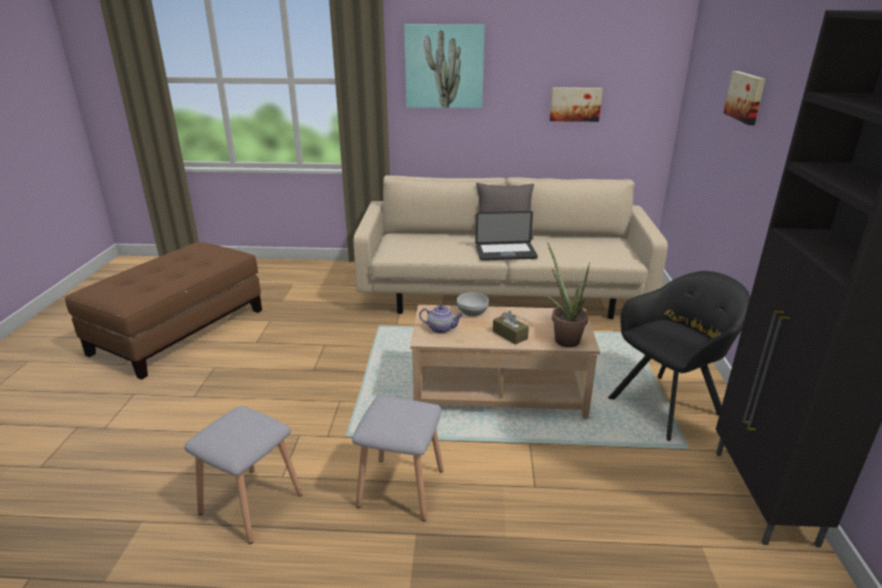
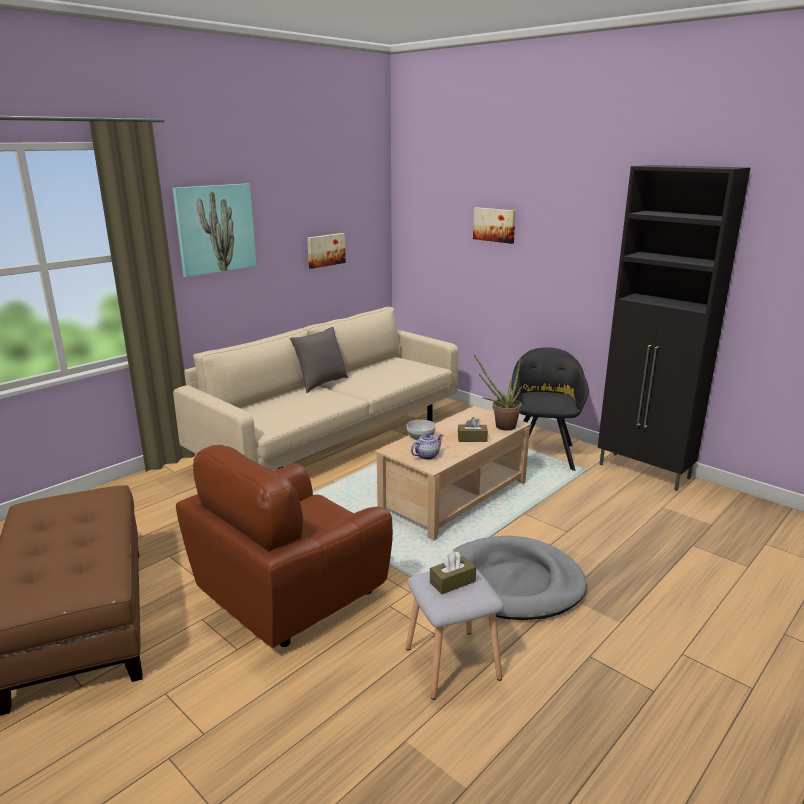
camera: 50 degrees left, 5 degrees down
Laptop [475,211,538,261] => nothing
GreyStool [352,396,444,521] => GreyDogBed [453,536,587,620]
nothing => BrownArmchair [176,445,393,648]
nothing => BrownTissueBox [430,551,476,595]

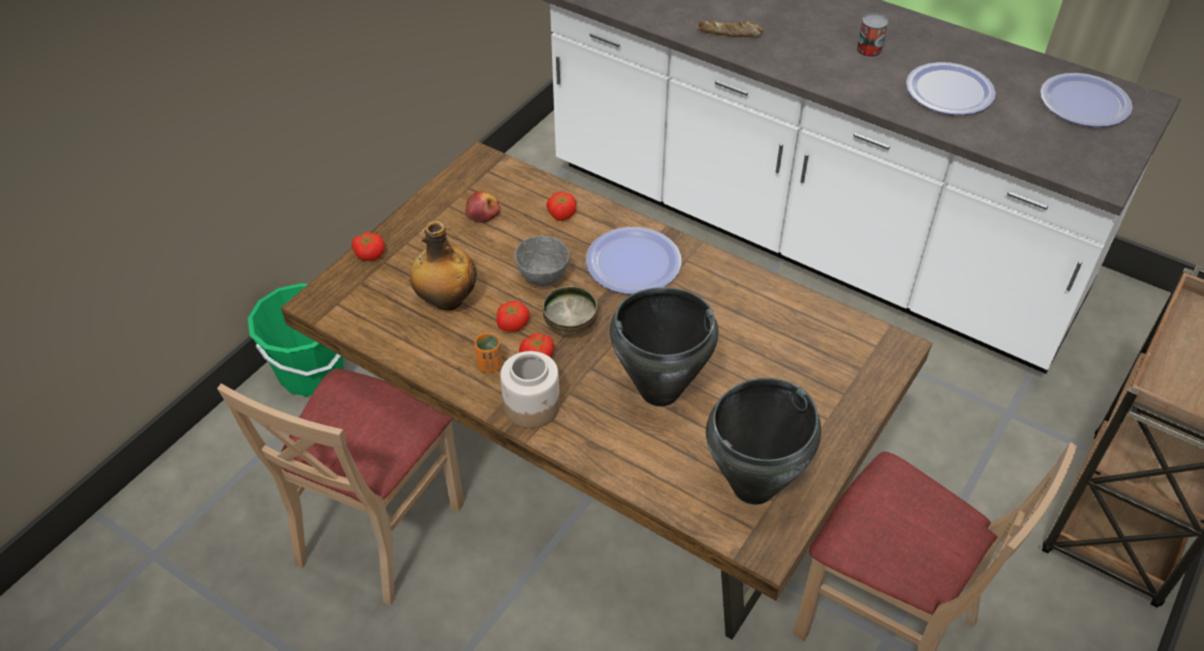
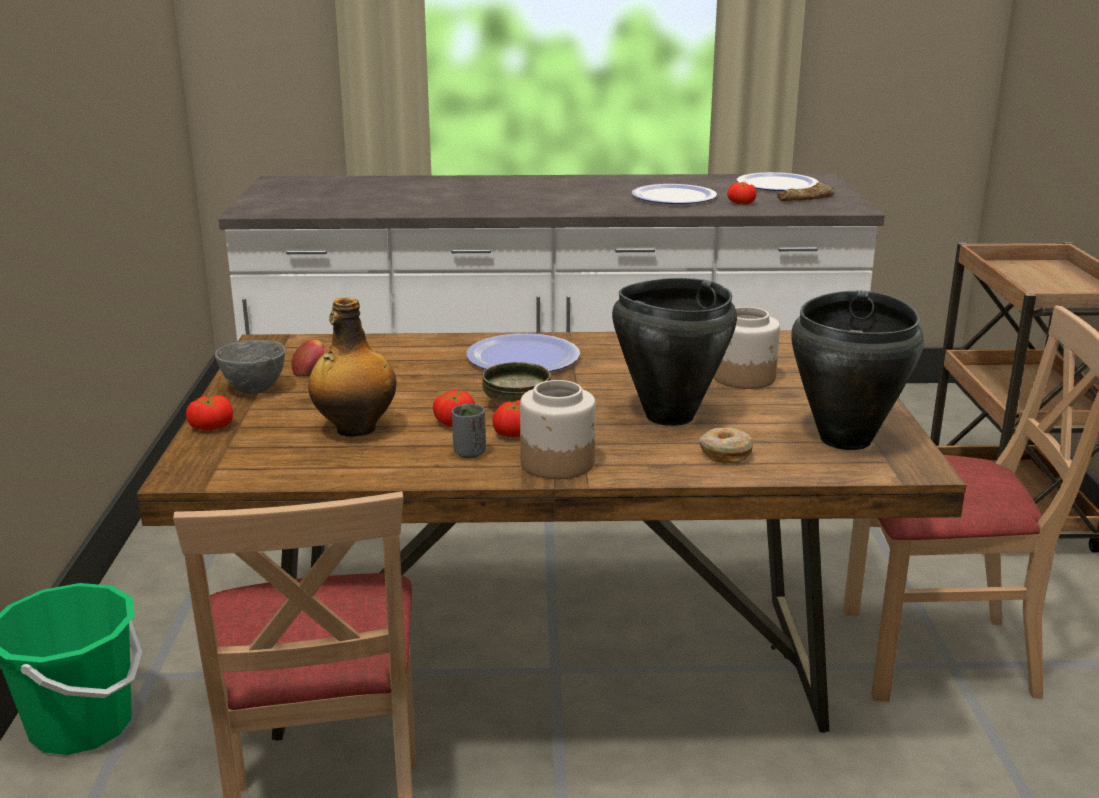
camera: 35 degrees left, 25 degrees down
Can [857,14,888,58] => nothing
Bread [698,21,764,38] => Bread [777,182,834,201], moved
Tomato [546,191,576,221] => Tomato [727,182,756,205], moved
GreyBowl [514,235,569,286] => GreyBowl [215,340,285,394], moved
OrangeCup [475,333,502,373] => GreyCup [452,404,486,458]
nothing => Jar [714,307,780,389]
nothing => Donut [699,428,754,463]

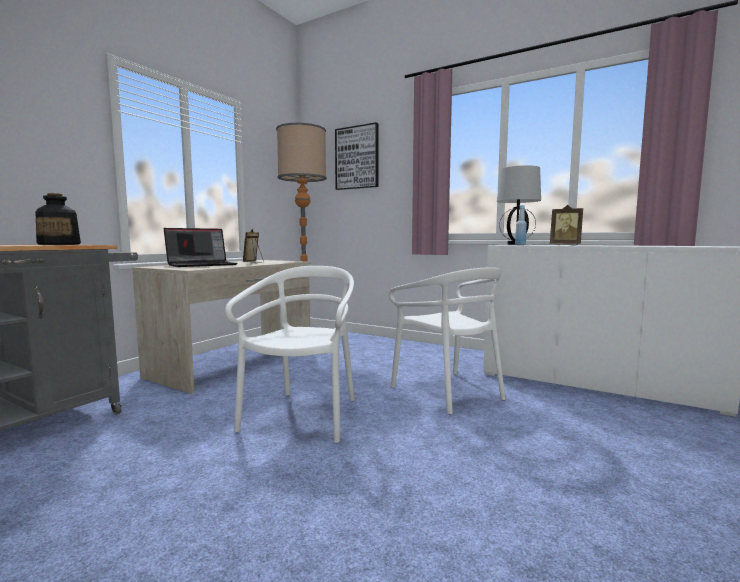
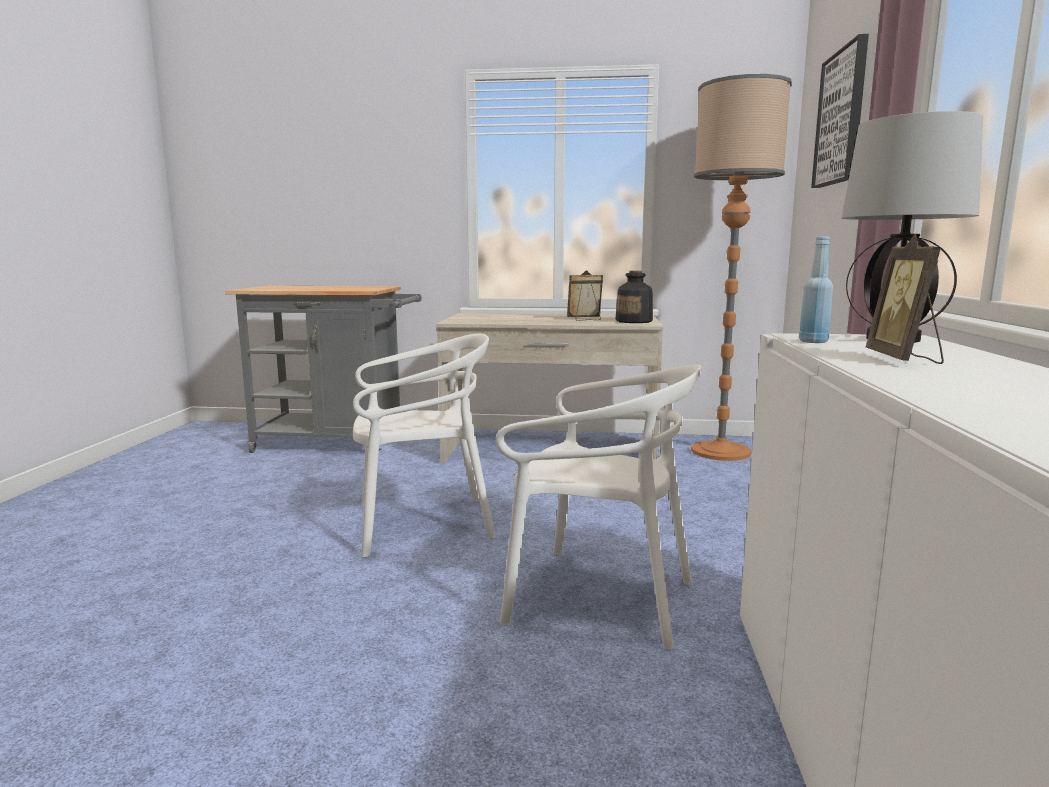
camera: 65 degrees right, 5 degrees up
Bottle [35,193,81,245] => Bottle [615,271,653,323], moved
Laptop [164,228,237,267] => nothing
WhiteChair [389,267,506,414] => WhiteChair [496,364,702,650], 105 degrees counterclockwise

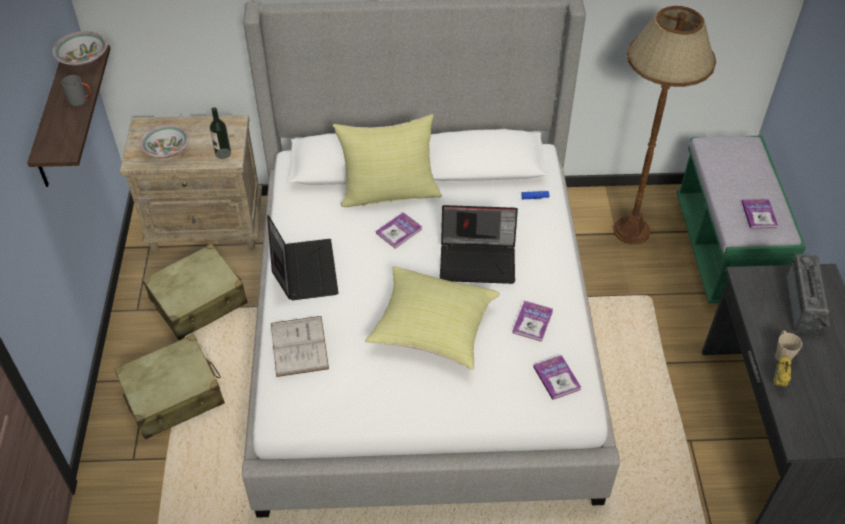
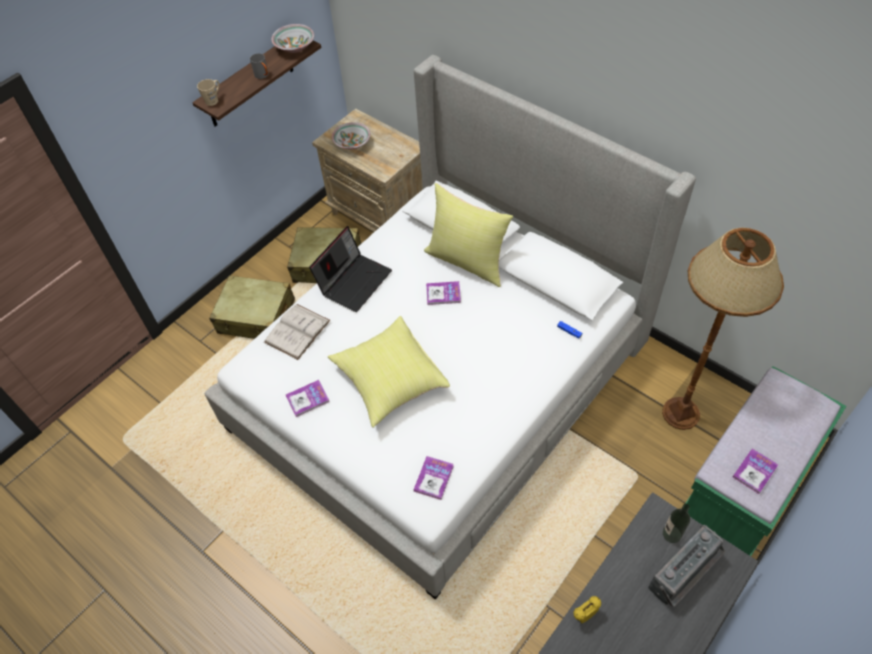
camera: 45 degrees right, 5 degrees up
Bottle [210,107,231,159] => Bottle [663,504,690,543], moved
Laptop [440,205,518,284] => nothing
Book [512,301,553,342] => Book [286,380,330,417], moved
BeigeMug [775,331,802,364] => BeigeMug [197,79,219,106], moved

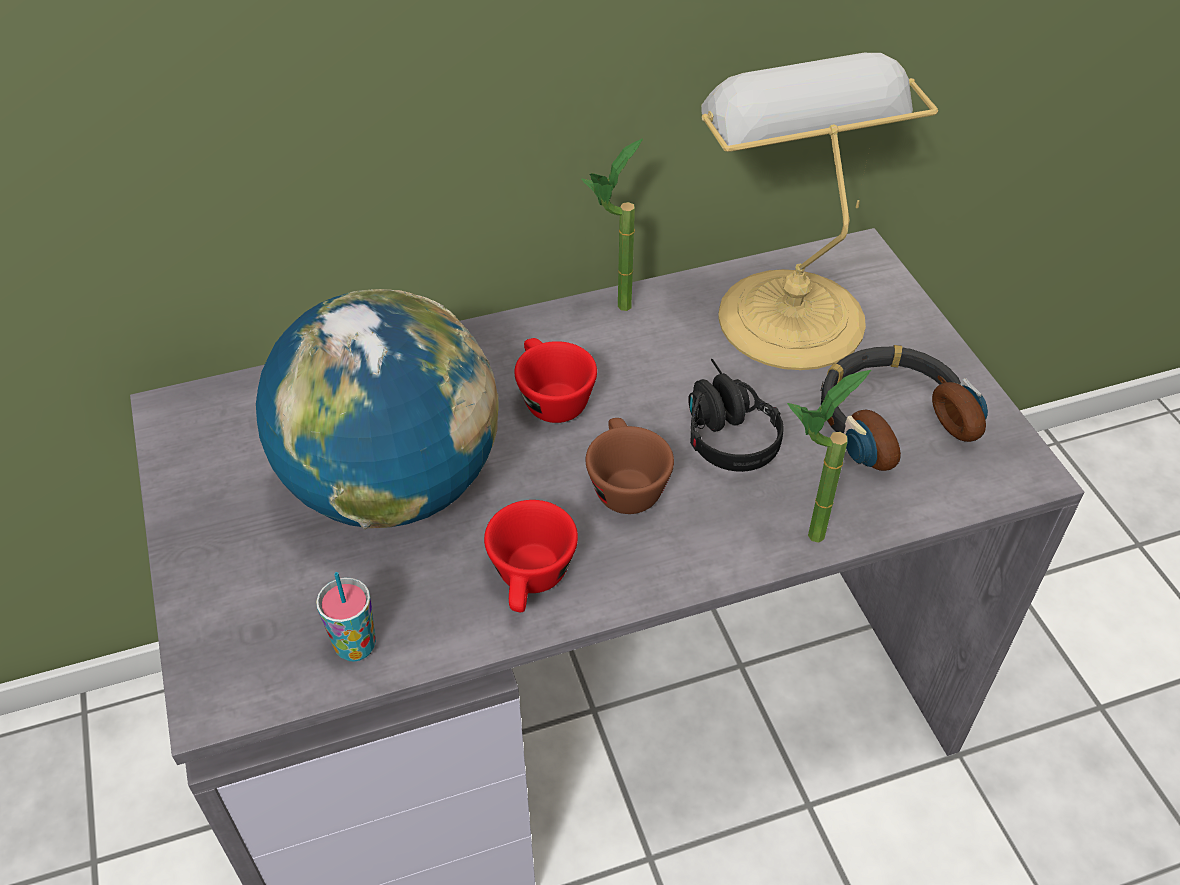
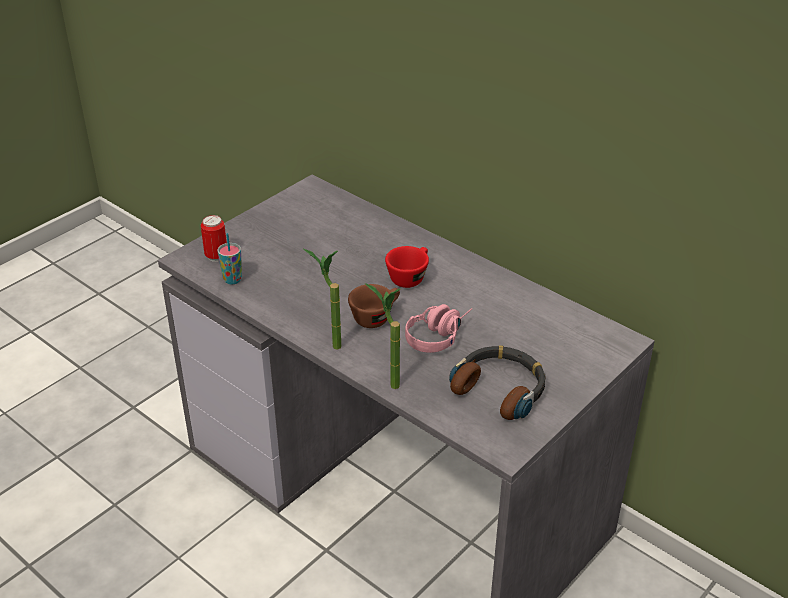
camera: 60 degrees right, 10 degrees down
TableLamp [701,53,938,370] => nothing
PottedPlant [581,138,643,311] => PottedPlant [304,249,341,350], moved
Globe [256,289,499,530] => nothing
BlackHeadphones [688,359,784,472] => PinkHeadphones [405,304,472,353]
RedCup [484,500,578,612] => nothing
nothing => Can [201,215,227,262]

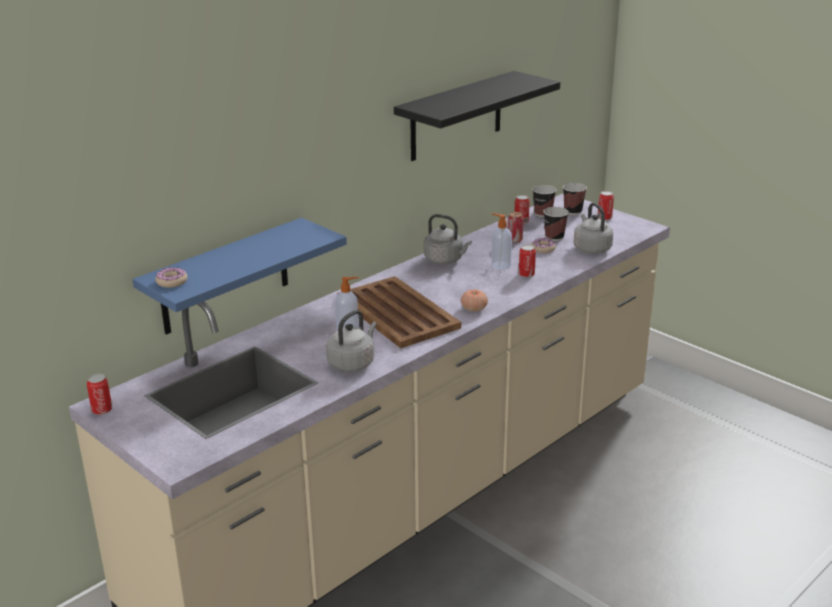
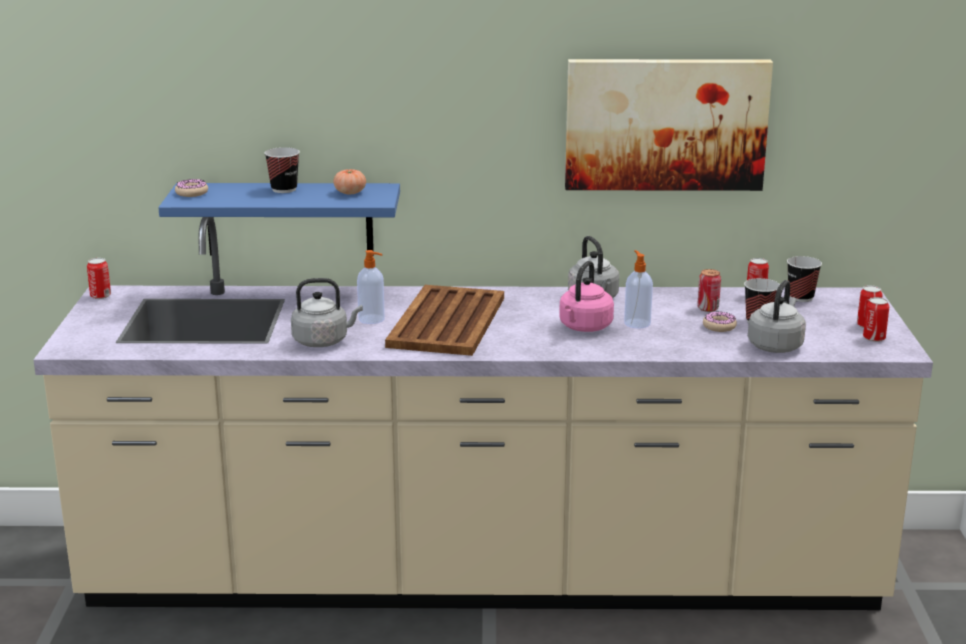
camera: 45 degrees right, 5 degrees down
BlackShelf [394,71,560,161] => Picture [565,59,773,191]
Cup [563,183,587,215] => Cup [264,147,300,193], moved
Can [519,245,536,278] => Can [863,297,889,342], moved
Tomato [461,290,488,312] => Tomato [333,169,366,194], moved
nothing => PinkKettle [559,261,614,332]

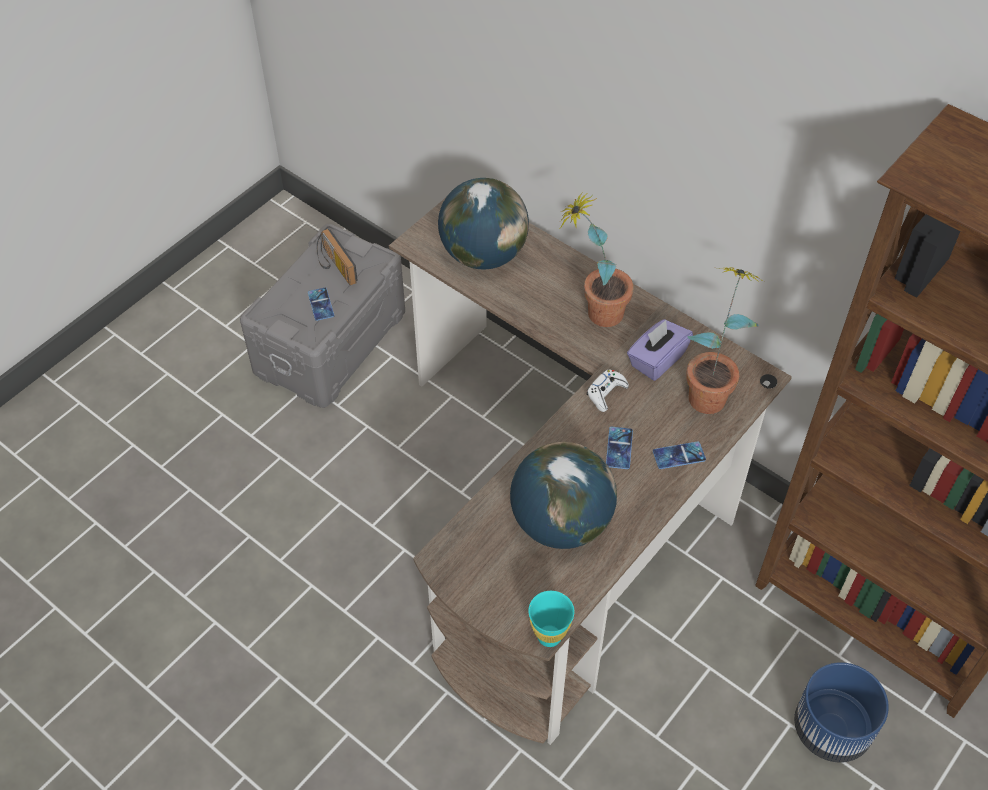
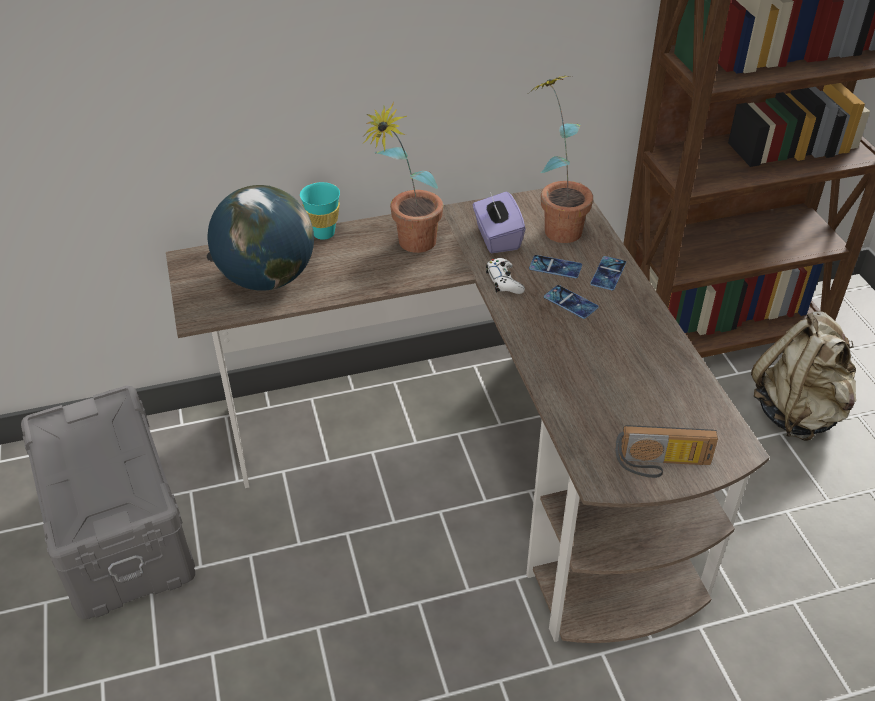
camera: 55 degrees left, 10 degrees down
Radio [317,229,357,285] => Radio [615,425,718,478], moved
Phone [308,288,334,321] => Phone [529,255,582,278], moved
Globe [510,442,617,549] => nothing
TurquoiseCup [528,591,574,647] => TurquoiseCup [300,182,340,240], moved
BluePlanter [794,662,889,763] => BeigeBackpack [751,311,856,441]

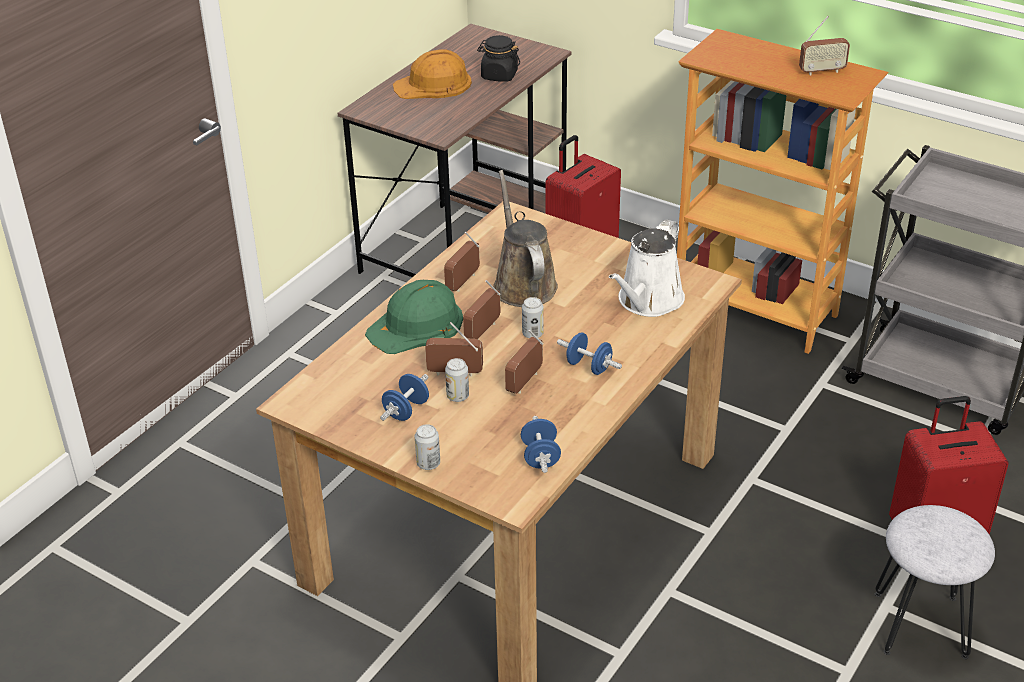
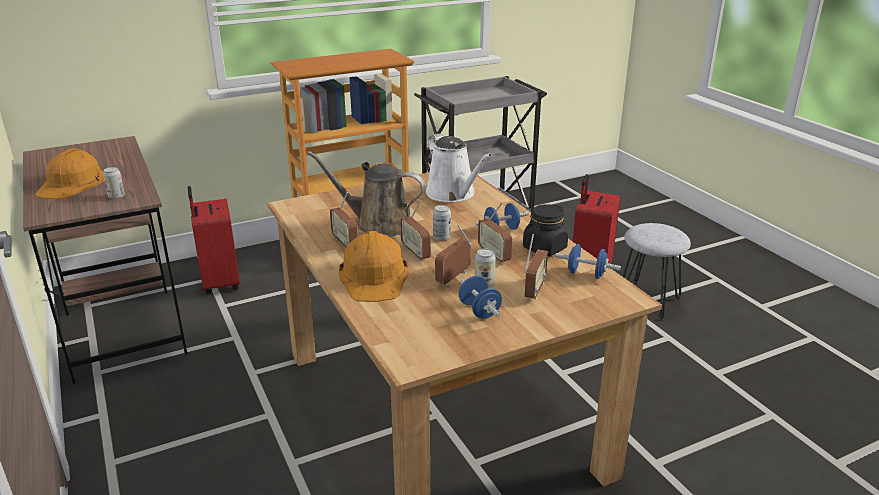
camera: 60 degrees left, 10 degrees down
Radio [799,16,850,75] => Radio [524,234,548,299], moved
BlackJar [477,35,520,82] => BlackJar [523,204,568,256], moved
GreenHardHat [365,280,463,354] => OrangeHardHat [339,231,408,302]
Can [415,424,440,470] => Can [103,167,125,199], moved

